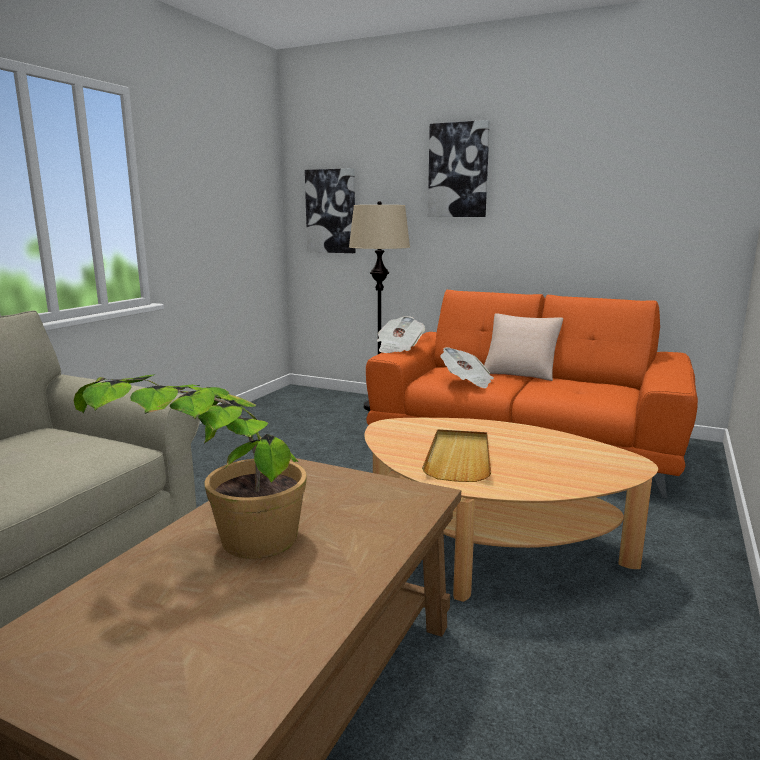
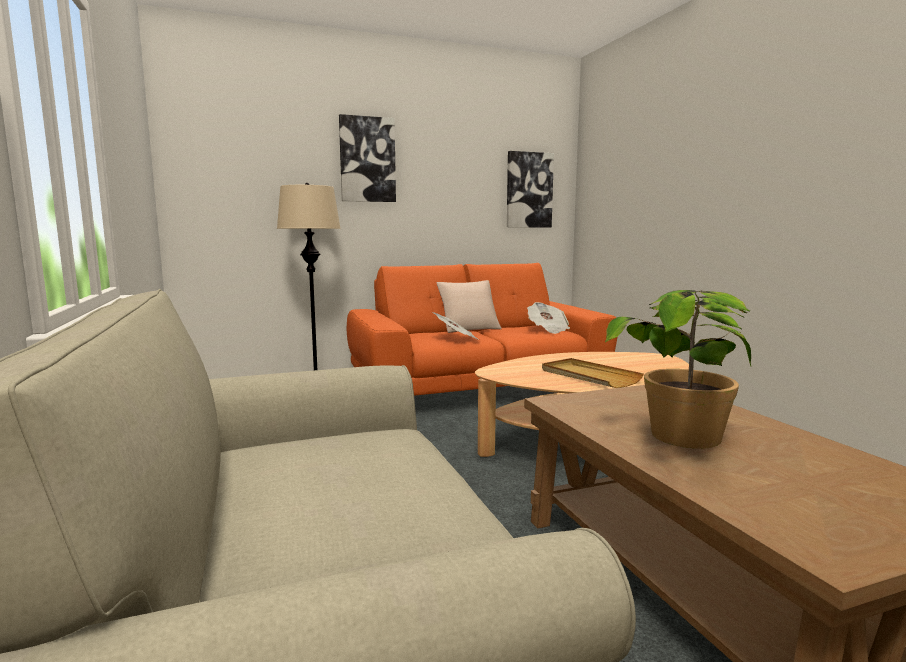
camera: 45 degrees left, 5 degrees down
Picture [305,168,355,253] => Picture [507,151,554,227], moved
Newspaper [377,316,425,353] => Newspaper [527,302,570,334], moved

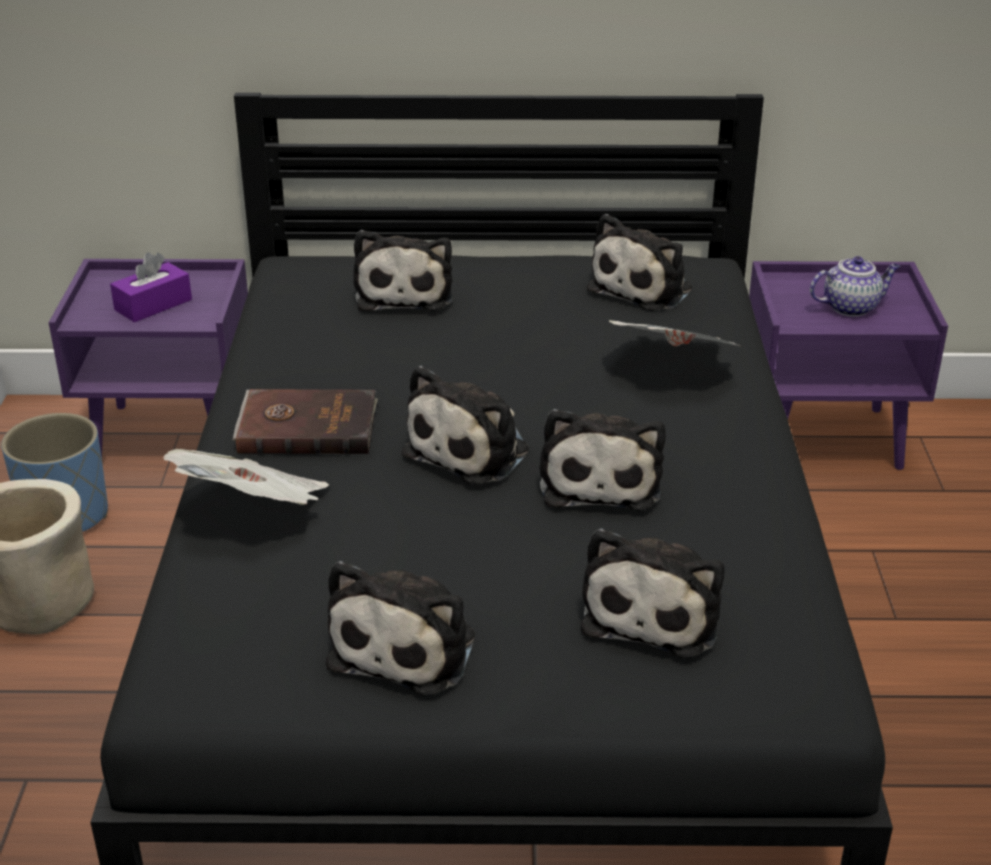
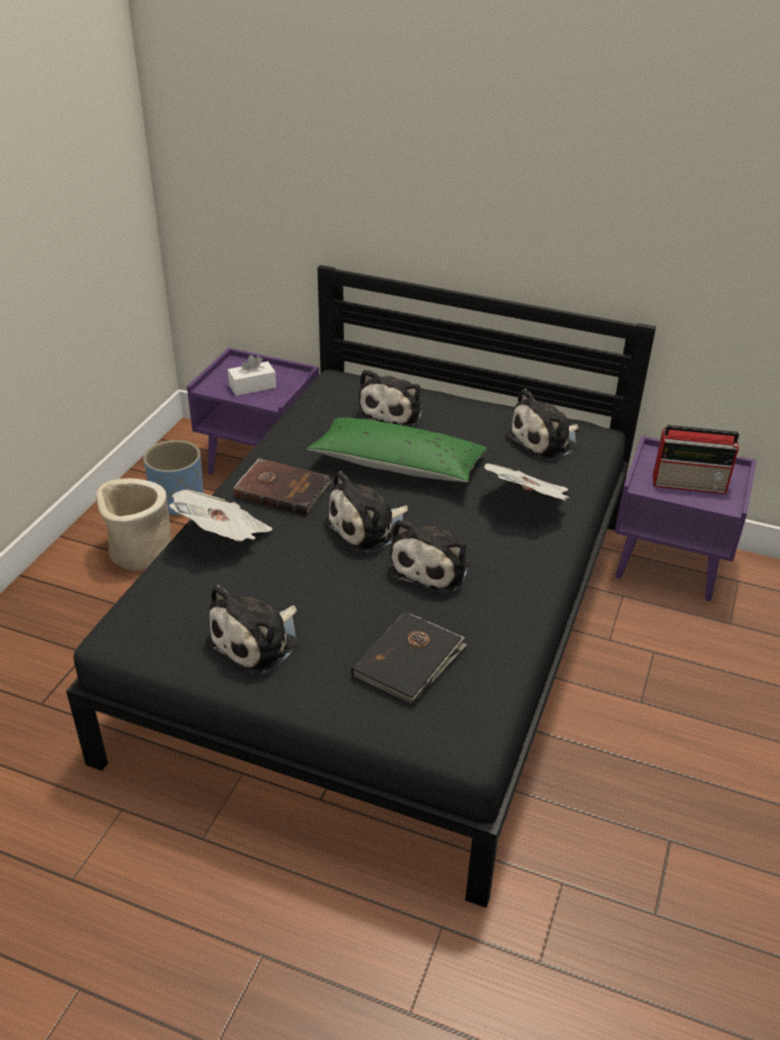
camera: 20 degrees right, 5 degrees up
PurpleTissueBox [110,252,192,322] => WhiteTissueBox [228,355,276,396]
Teapot [810,256,900,316] => Radio [653,425,740,494]
PlushToy [581,528,724,658] => BlackBook [351,611,467,706]
nothing => GreenPillow [307,417,487,482]

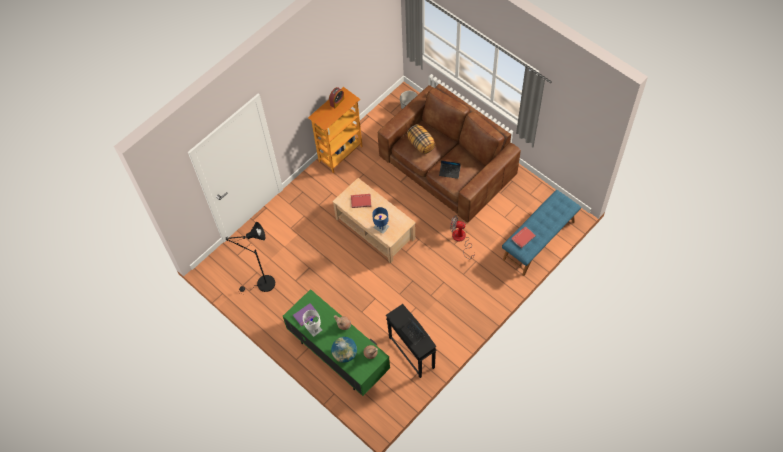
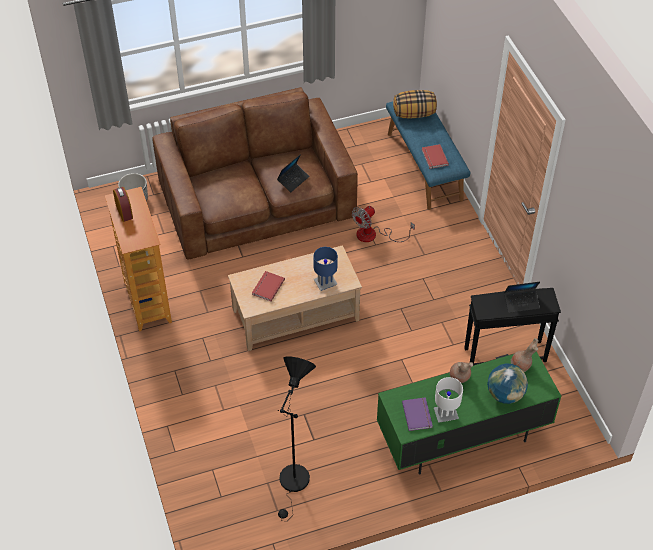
camera: 65 degrees left, 10 degrees down
Pillow [407,125,435,154] => Pillow [393,90,437,118], moved

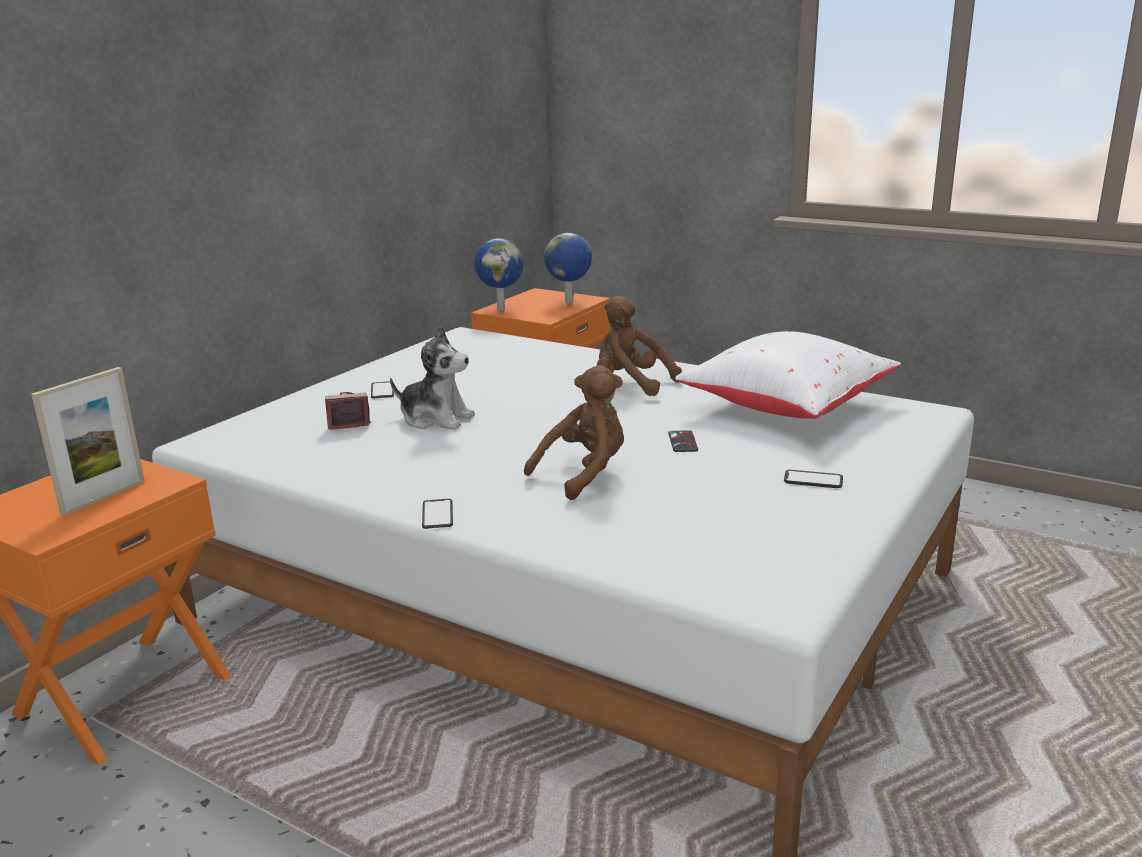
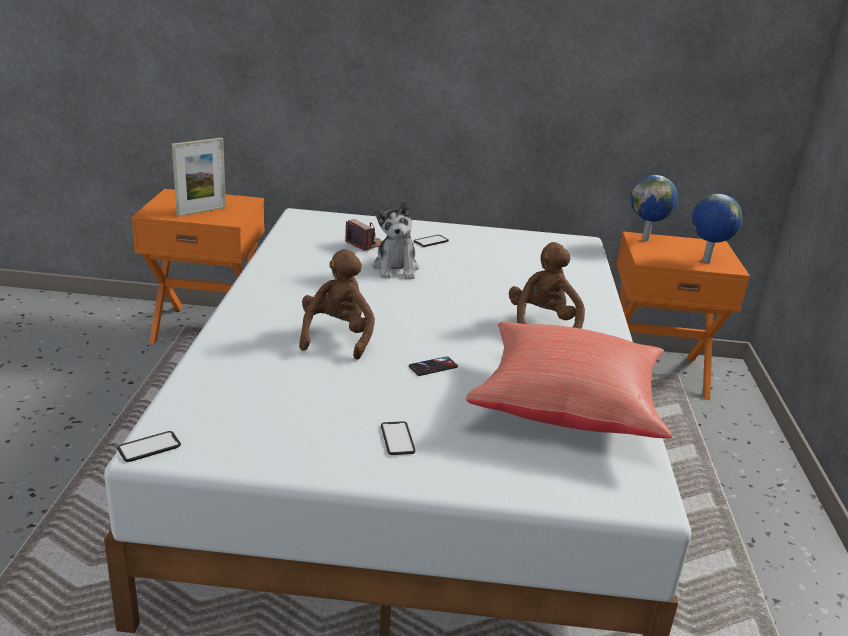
camera: 60 degrees right, 5 degrees up
WhitePillow [675,331,901,419] => RedPillow [466,322,672,438]
BrownPlushToy [524,365,624,500] => BrownPlushToy [299,249,375,360], 105 degrees counterclockwise
PictureFrame [31,367,145,516] => PictureFrame [172,138,226,217], 45 degrees counterclockwise
Phone [422,499,453,529] => Phone [117,431,181,462], moved

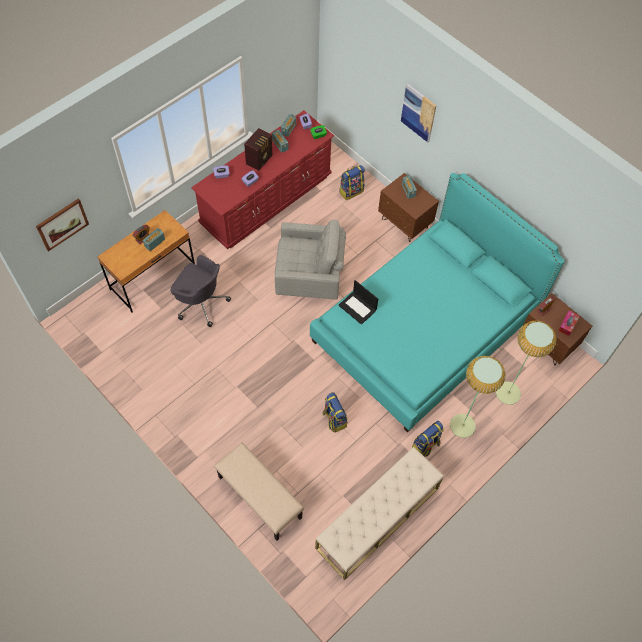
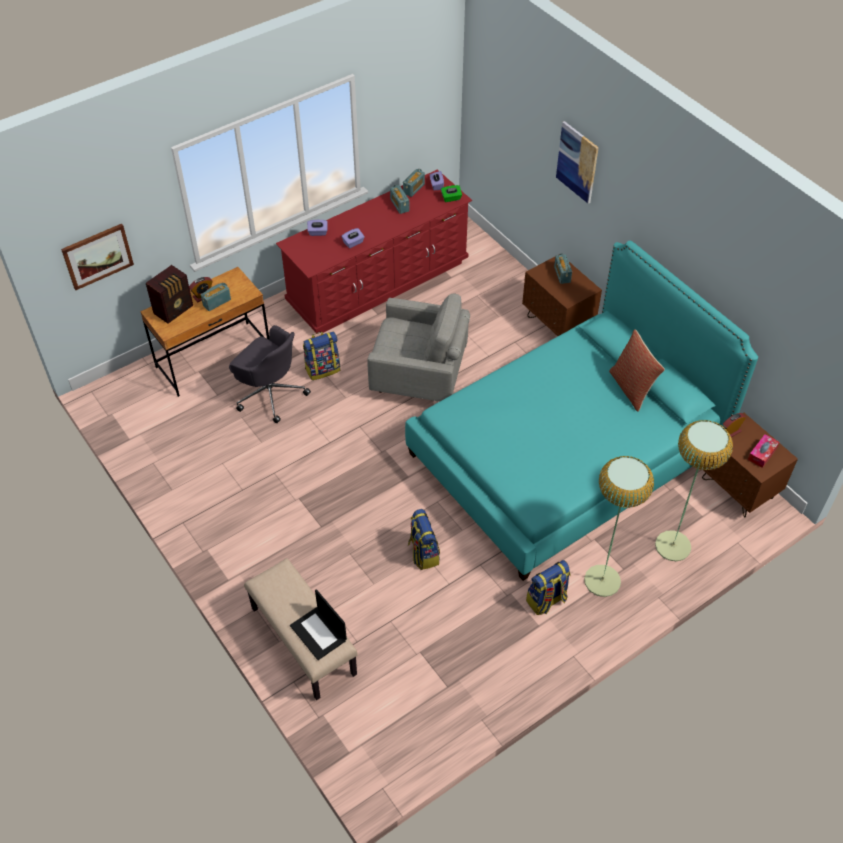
camera: 10 degrees right, 10 degrees down
Radio [244,128,272,171] => Radio [146,265,193,324], moved
Backpack [339,165,365,200] => Backpack [303,332,340,380], moved
Laptop [338,280,378,325] => Laptop [290,589,347,660], moved
BeigeBench [315,447,444,580] => nothing
nothing => Pillow [609,329,665,412]

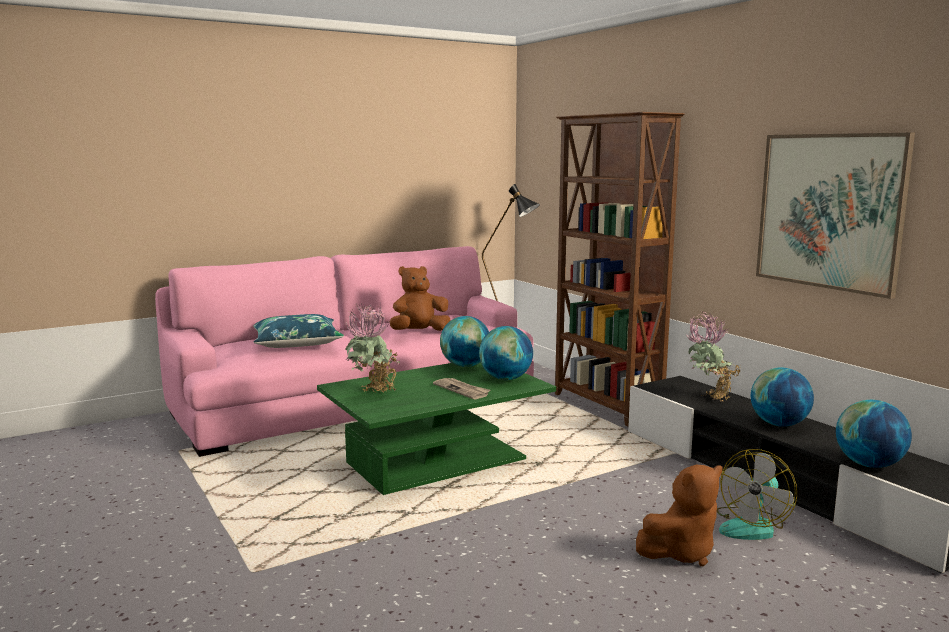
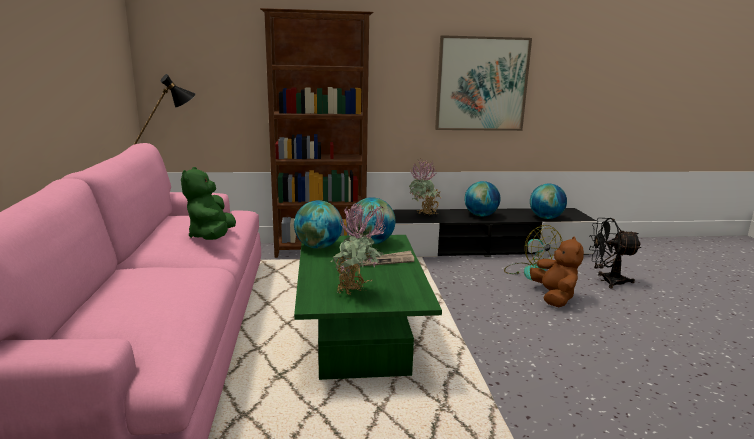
camera: 65 degrees left, 5 degrees up
BrownPlushToy [390,266,451,331] => GreenPlushToy [181,167,236,240]
BluePillow [253,314,344,348] => nothing
nothing => BlackFan [589,218,642,288]

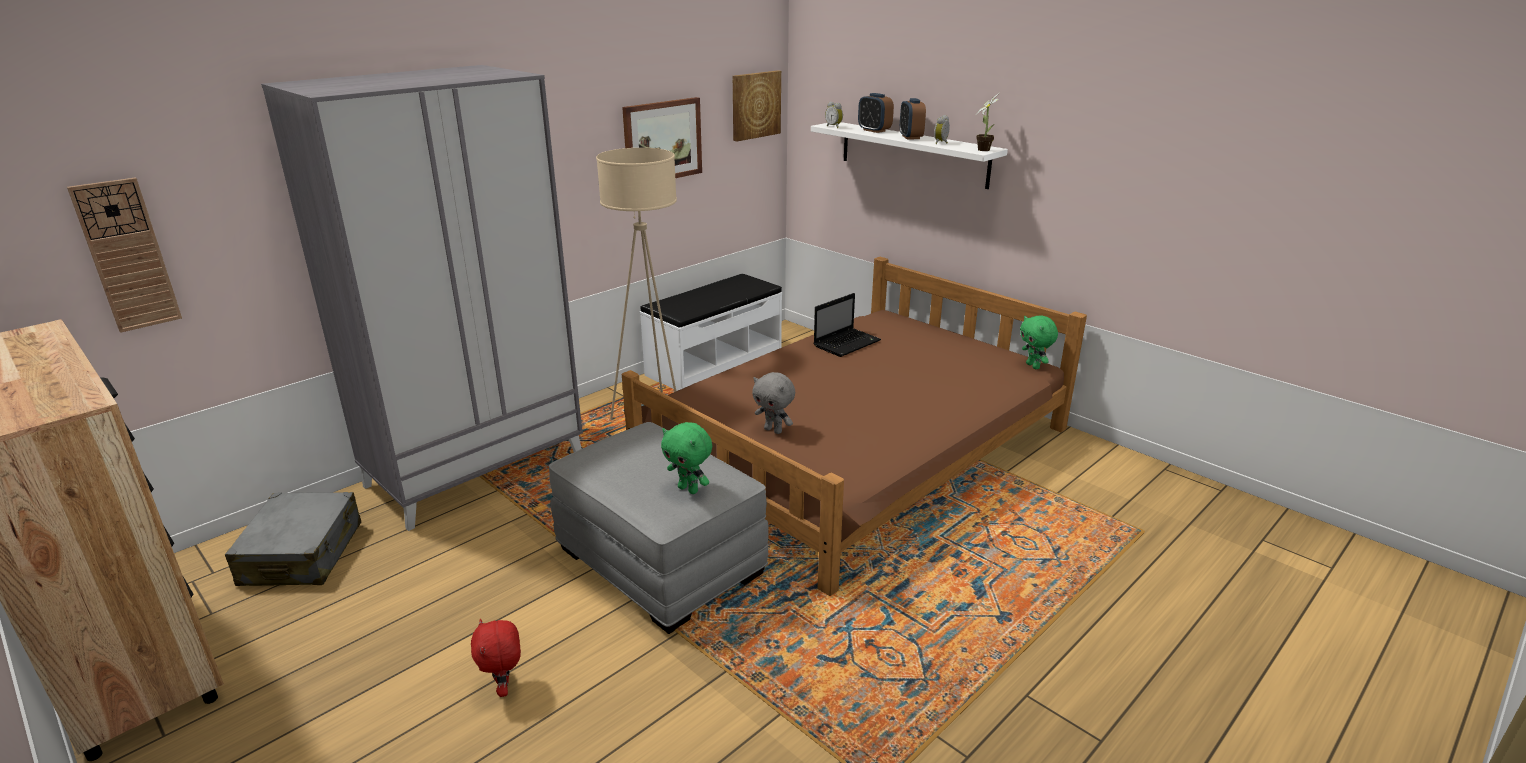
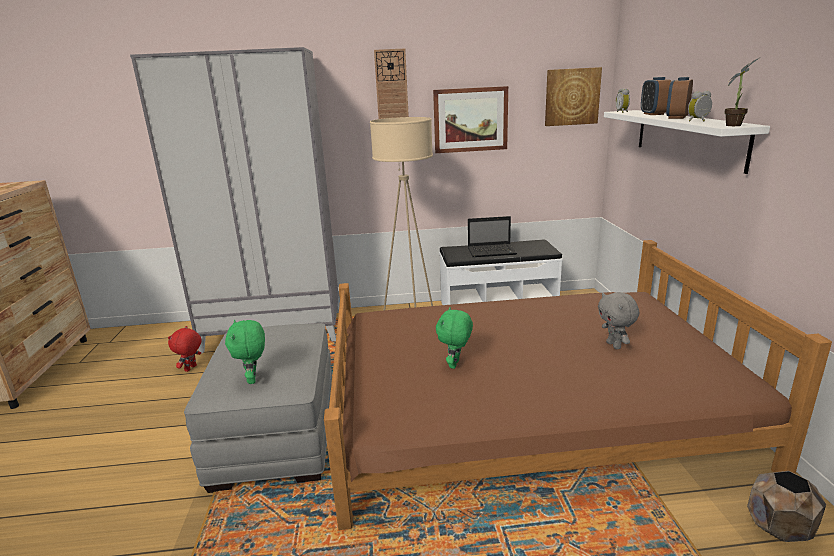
camera: 40 degrees right, 5 degrees down
WallClock [67,178,182,333] => WallClock [374,48,409,119], moved
Laptop [814,293,881,357] => Laptop [468,216,517,257], moved
GreenPlushToy [1020,315,1058,369] => GreenPlushToy [436,307,473,369], moved
GreyPlushToy [752,372,795,434] => GreyPlushToy [598,292,639,349], moved
GreySuitcase [225,492,361,586] => nothing
RedPlushToy [471,619,521,697] => RedPlushToy [168,326,201,372], moved
nothing => BrownPlanter [747,471,826,542]

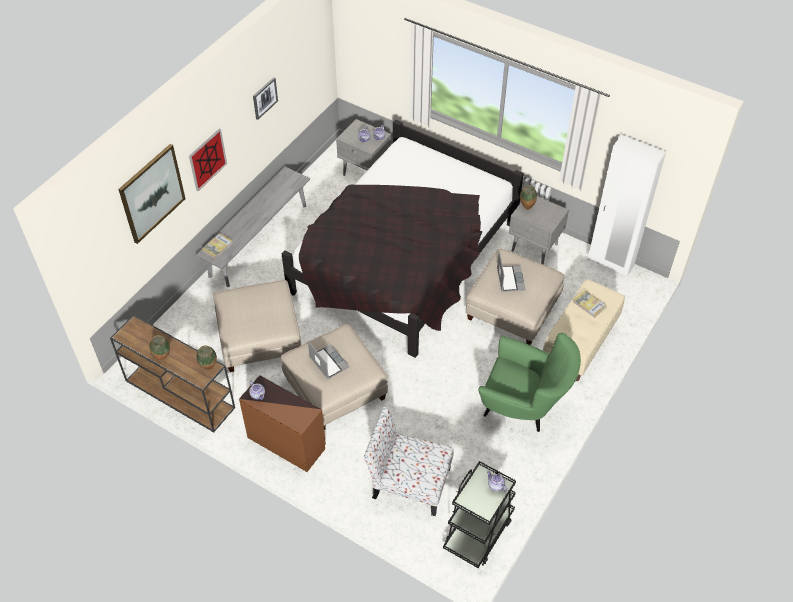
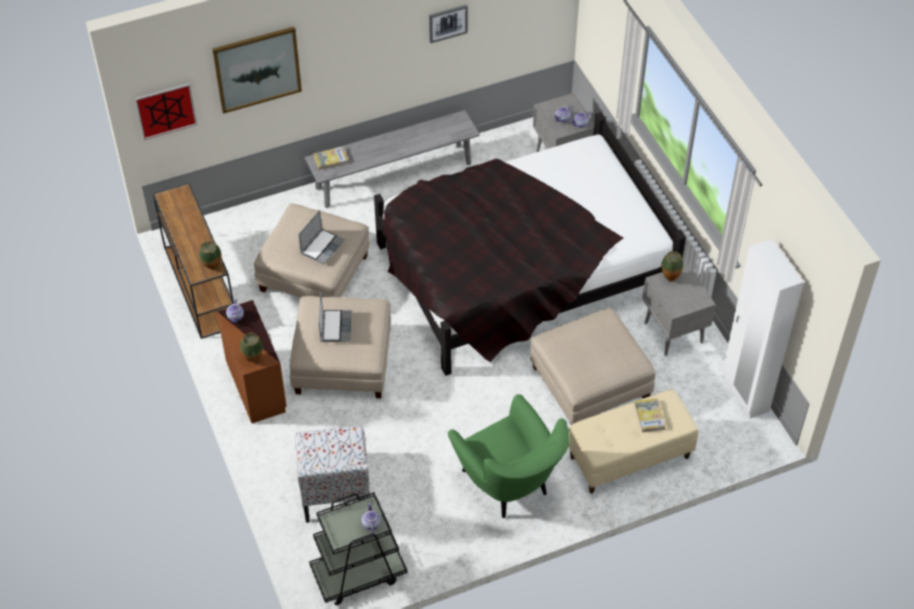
camera: 35 degrees right, 0 degrees up
Picture [189,129,227,191] => Picture [135,83,197,140], moved
Laptop [497,251,526,292] => Laptop [298,210,345,264], moved
Vase [149,335,170,360] => Vase [240,333,263,362], moved
Chair [364,407,454,516] => Chair [294,425,370,523], 150 degrees counterclockwise

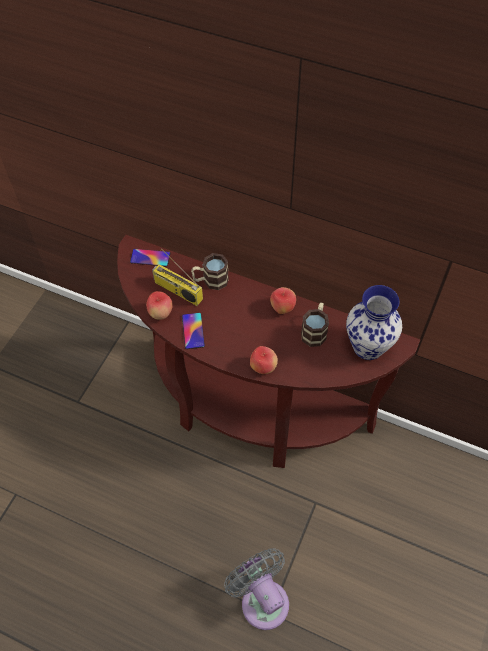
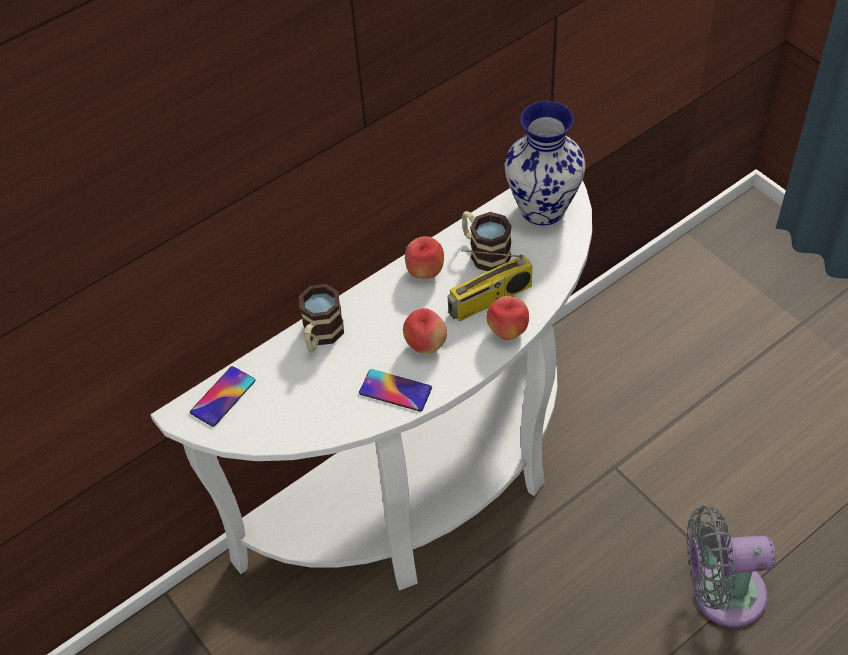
camera: 60 degrees left, 5 degrees down
BrownConsoleTable [117,235,420,468] => WhiteConsoleTable [151,180,592,590]
Radio [152,248,203,306] => Radio [448,250,532,321], moved
Apple [146,291,173,320] => Apple [403,308,447,354], moved

